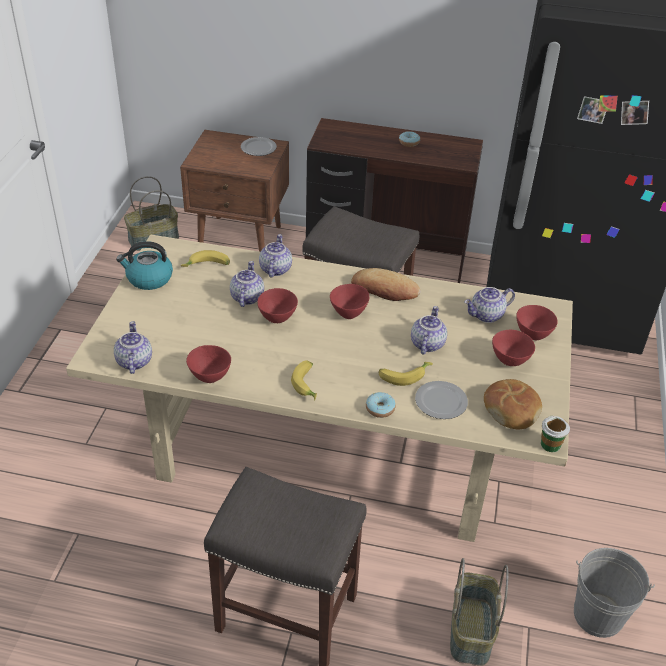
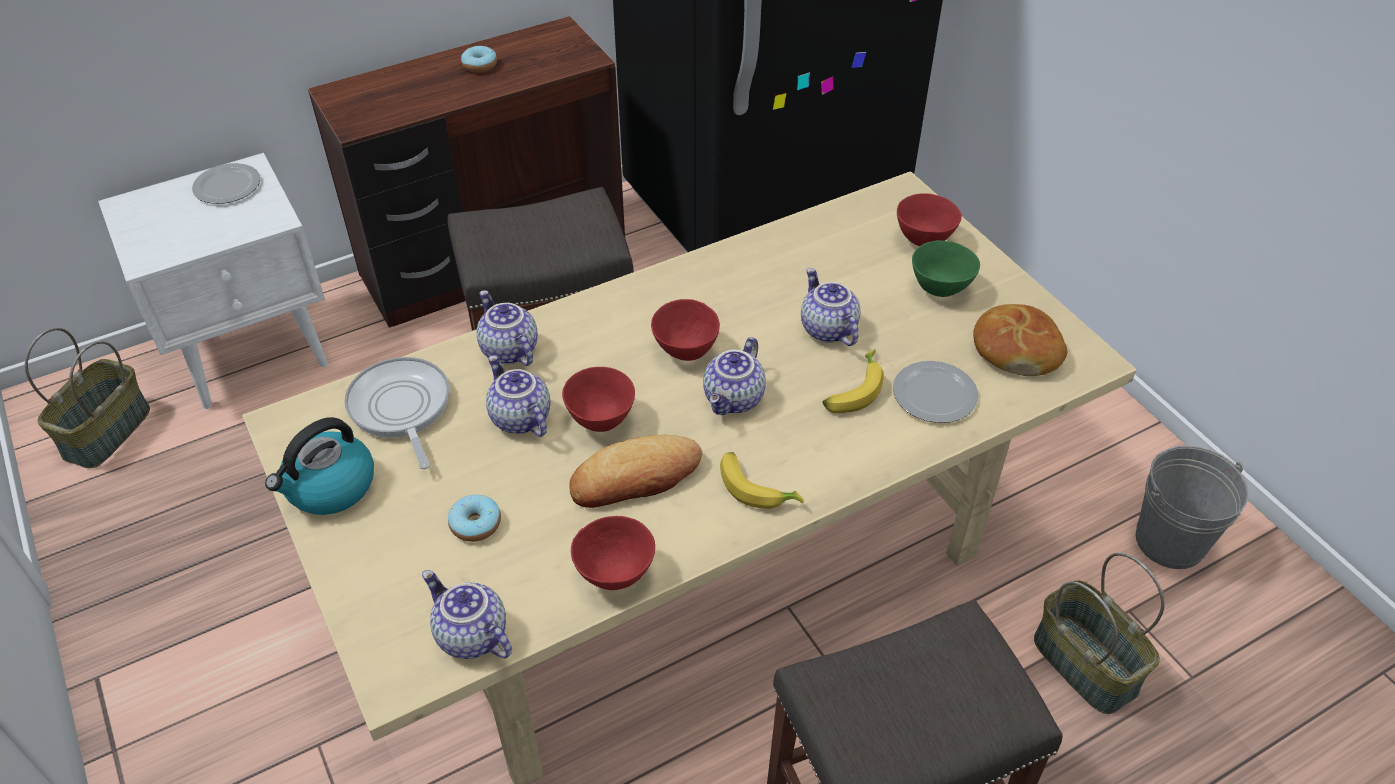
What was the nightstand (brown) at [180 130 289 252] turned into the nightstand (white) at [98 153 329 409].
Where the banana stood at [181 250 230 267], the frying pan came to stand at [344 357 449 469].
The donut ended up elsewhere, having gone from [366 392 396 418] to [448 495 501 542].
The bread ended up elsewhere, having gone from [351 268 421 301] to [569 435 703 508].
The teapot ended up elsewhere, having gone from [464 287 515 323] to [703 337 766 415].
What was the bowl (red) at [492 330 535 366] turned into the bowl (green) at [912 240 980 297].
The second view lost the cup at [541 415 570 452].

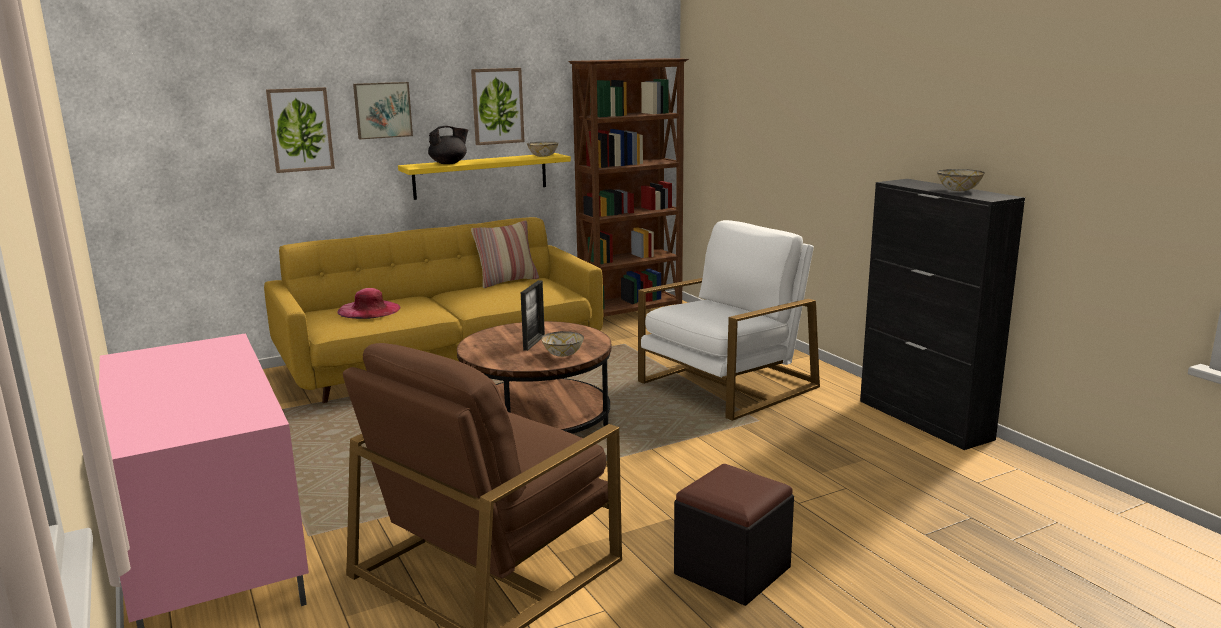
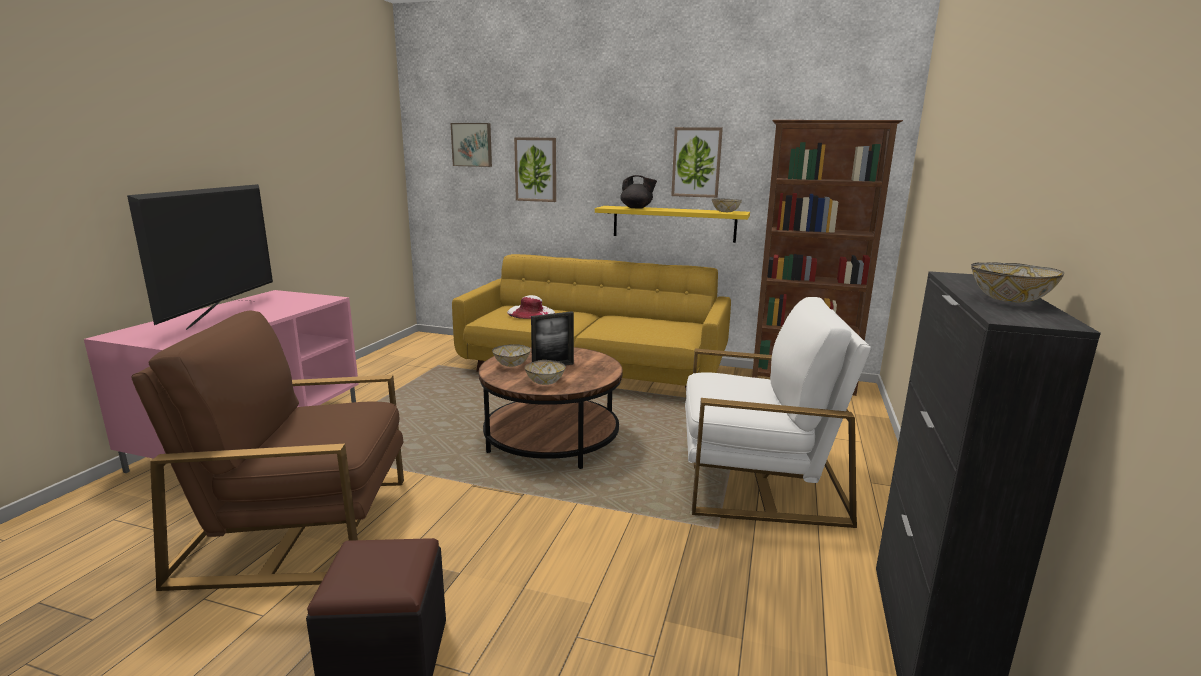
The second view gained the television at [127 184 273 330].
The picture ended up elsewhere, having gone from [353 82 413 139] to [451 123 492 167].
The second view gained the bowl at [492 344 531 367].
What was the hat (pink) at [338 288 400 319] turned into the hat (white) at [507 295 555 319].
The second view lost the pillow at [471 220 539 288].

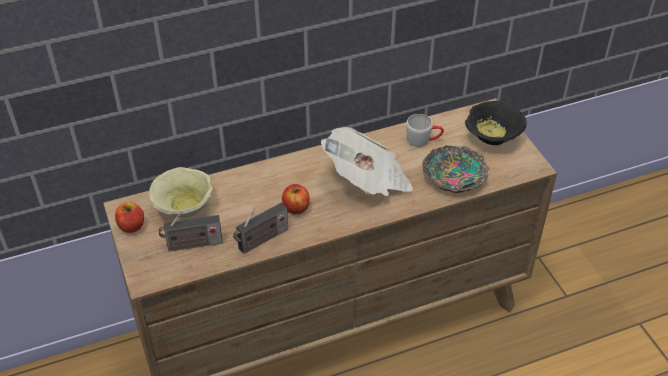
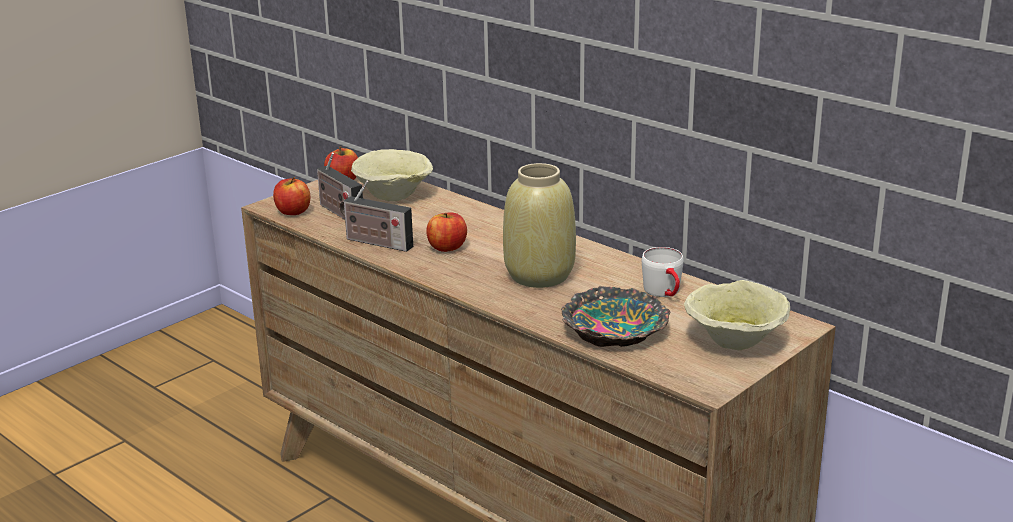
The second view gained the apple at [273 177 310 215].
Where the newspaper stood at [321 127 413 196], the vase (beige) came to stand at [503 163 576 288].
What was the bowl (black) at [465 101 527 145] turned into the bowl (beige) at [684 280 790 350].

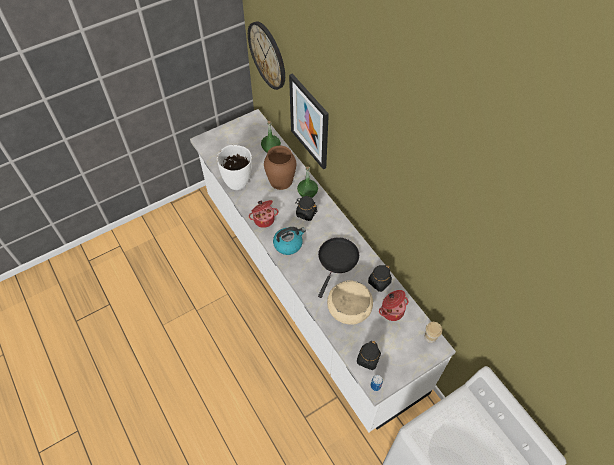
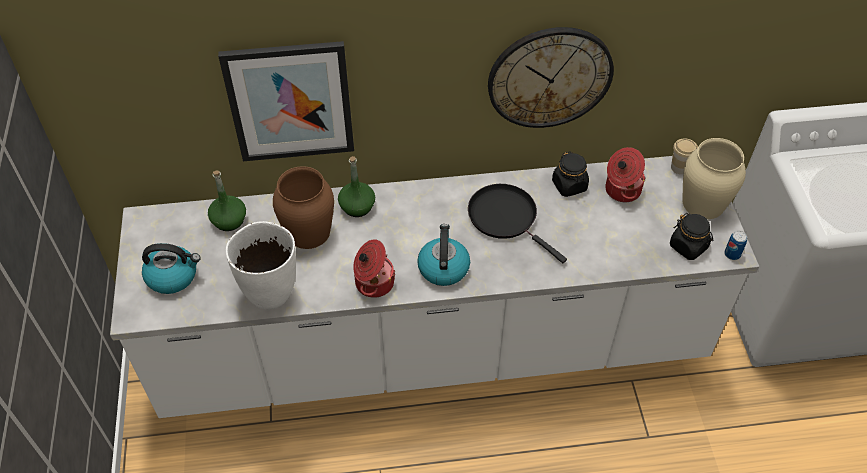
The second view gained the kettle at [142 243 201 294].
The wall clock ended up elsewhere, having gone from [248 21 285 90] to [488 27 614 128].
The second view gained the vase (beige) at [682 138 746 219].
The second view lost the jar (black) at [295 196 317 221].
The second view lost the bowl (beige) at [327 280 373 325].

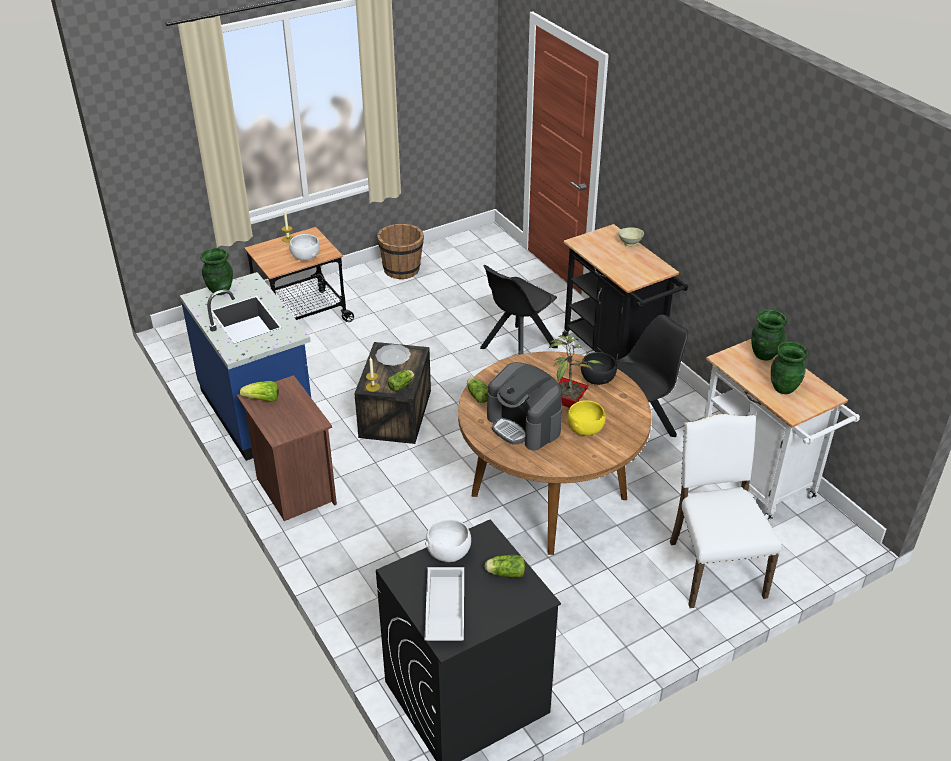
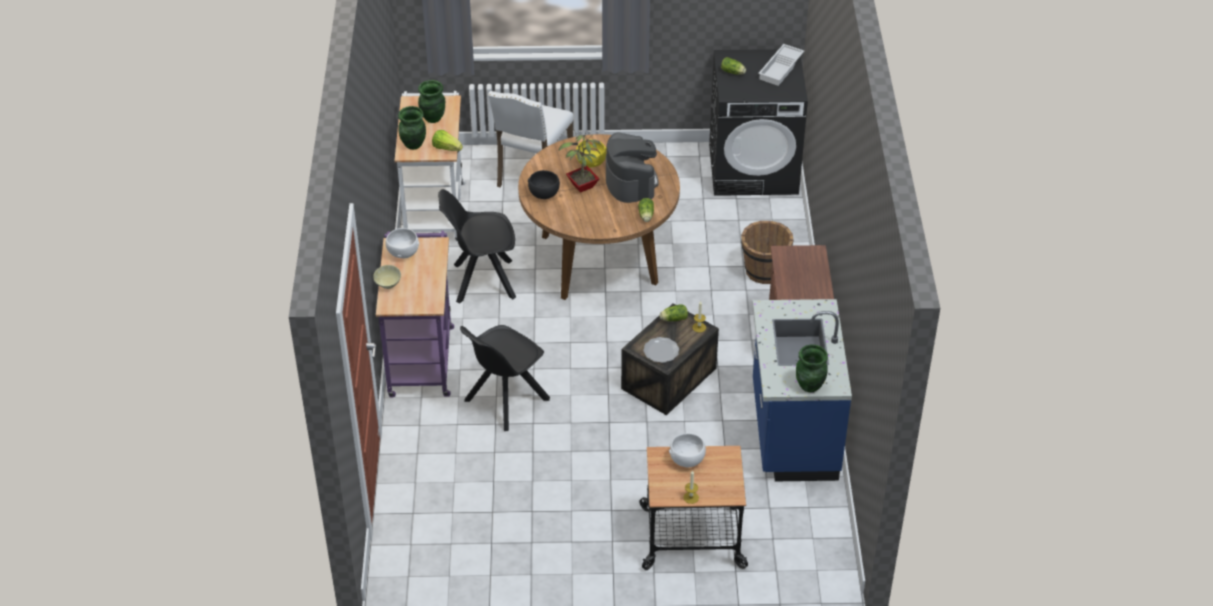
What was the cart (black) at [562 224 688 361] turned into the cart (purple) at [376 231 454 398].
The bowl (white) ended up elsewhere, having gone from [425 519 471 562] to [385 228 419 259].
The lettuce ended up elsewhere, having gone from [240 381 279 402] to [432 130 463 151].
The chair (black) at [480 265 558 355] ended up facing another way, 150 degrees clockwise from before.
The bucket (brown) ended up elsewhere, having gone from [377 224 424 279] to [741 221 794 284].

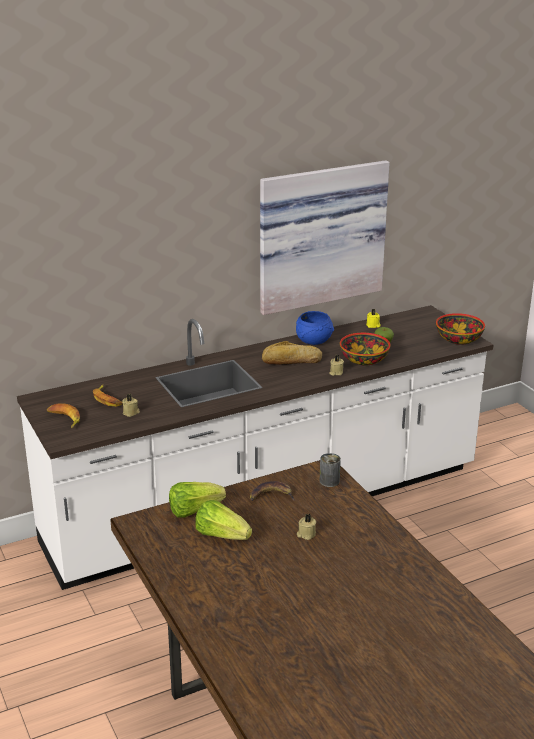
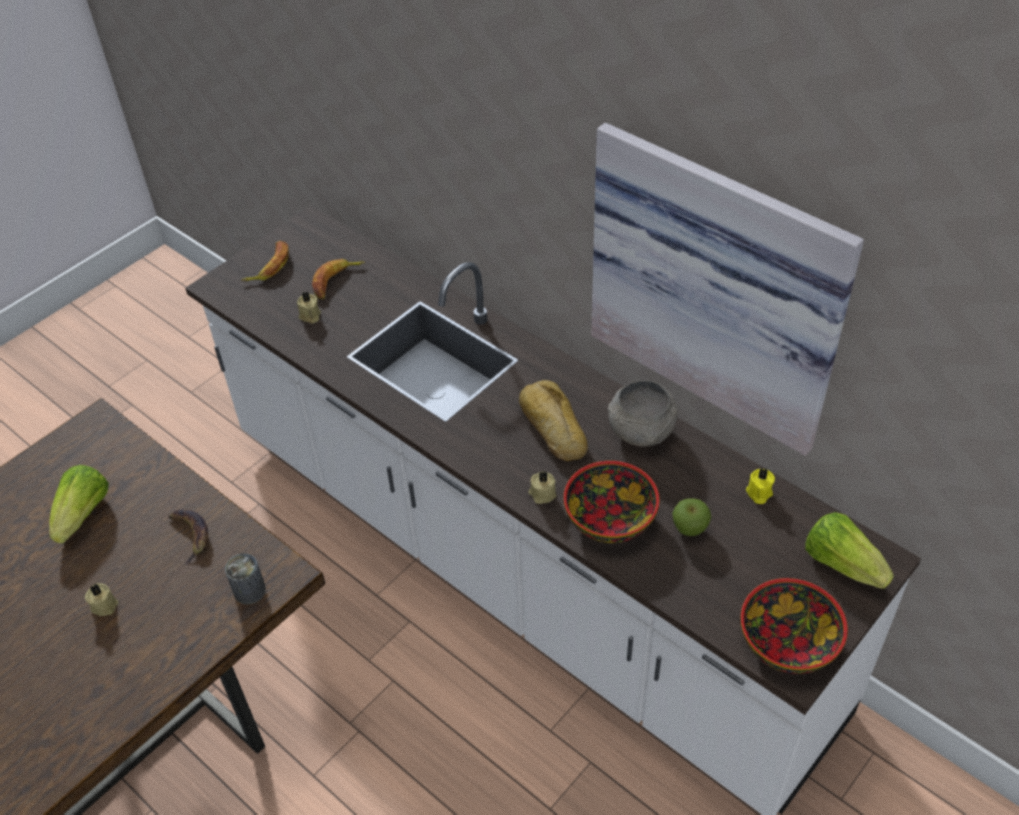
What was the bowl (blue) at [296 311 334 345] turned into the bowl (grey) at [607 380 678 447].
The lettuce ended up elsewhere, having gone from [169 482 226 517] to [805 512 894 589].

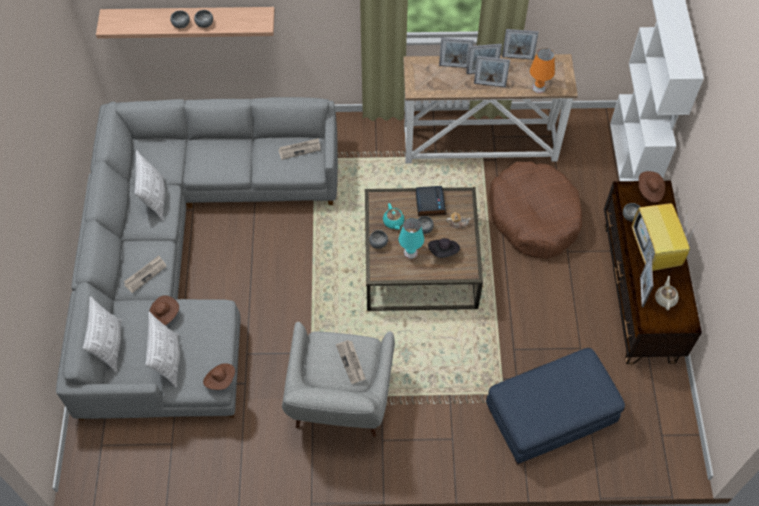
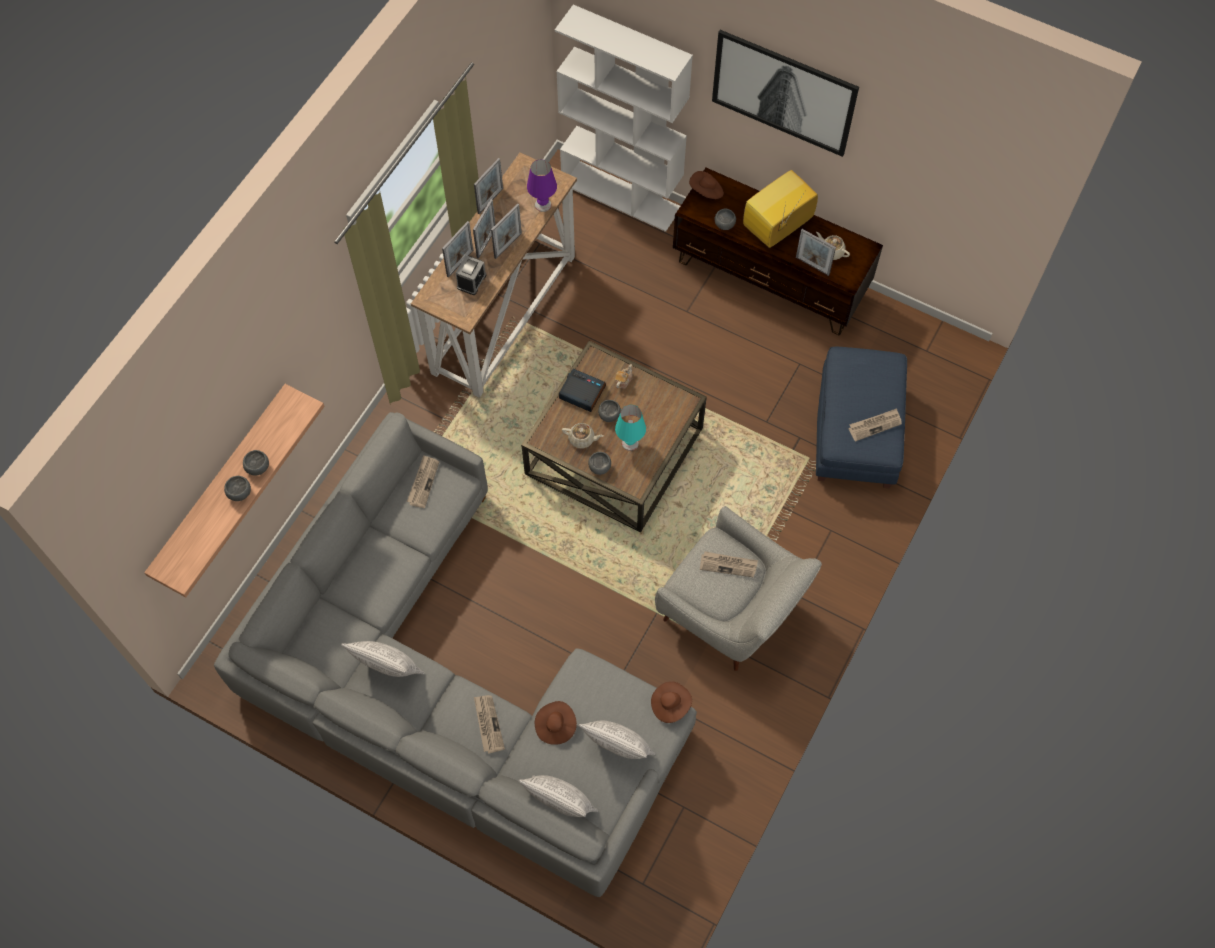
The second view gained the alarm clock at [456 255 486 295].
What was the table lamp (orange) at [530 48 555 93] turned into the table lamp (purple) at [527 160 557 212].
What was the teapot (turquoise) at [383 203 404 230] turned into the teapot (beige) at [562 423 603 448].
The second view gained the picture at [712 30 859 157].
The television at [632 203 695 271] ended up facing another way, 120 degrees clockwise from before.
The second view gained the newspaper at [849 408 902 442].
The second view lost the hat (black) at [428 238 460 258].
The second view lost the dog bed (brown) at [489 161 582 259].

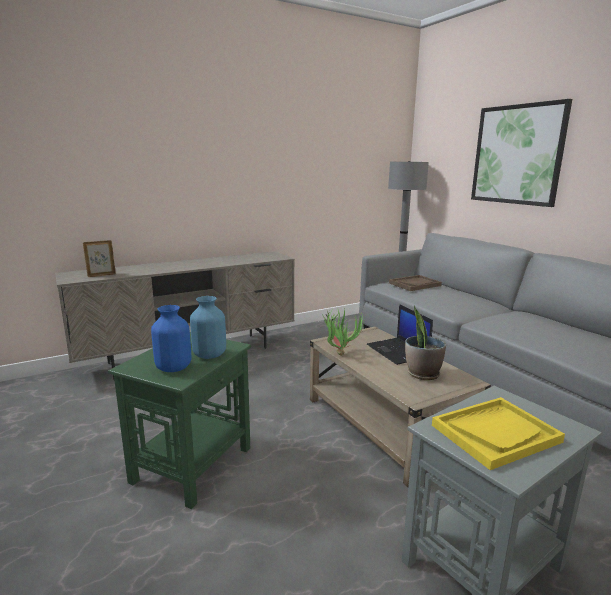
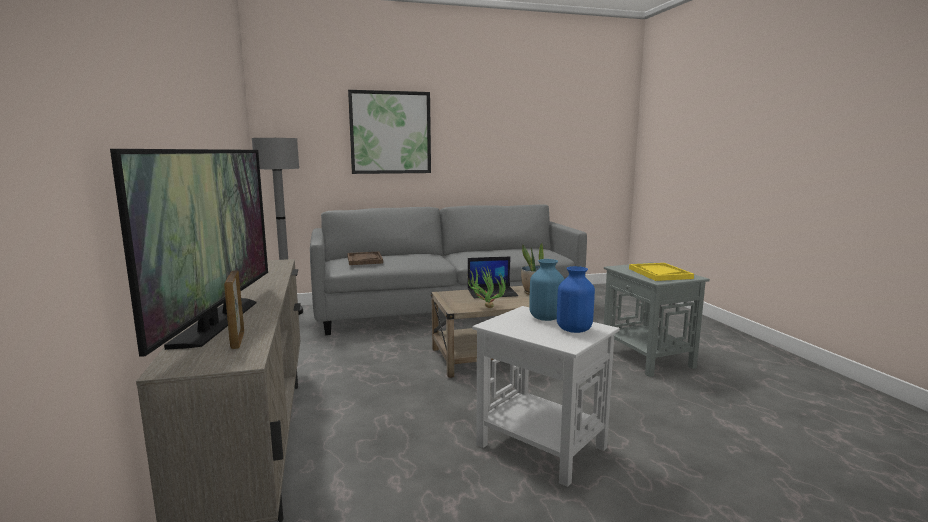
The second view gained the television at [110 149 268 356].
What was the side table (green) at [108 332 251 509] turned into the side table (white) at [472 306 620 487].

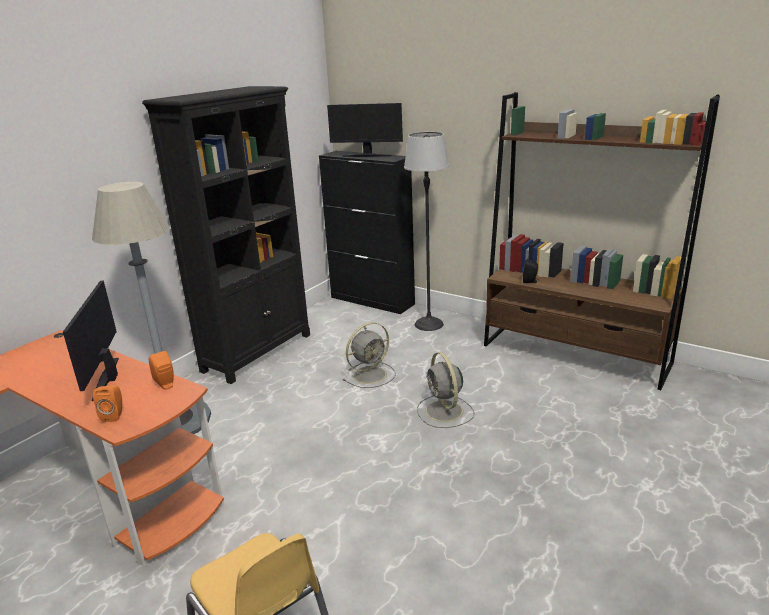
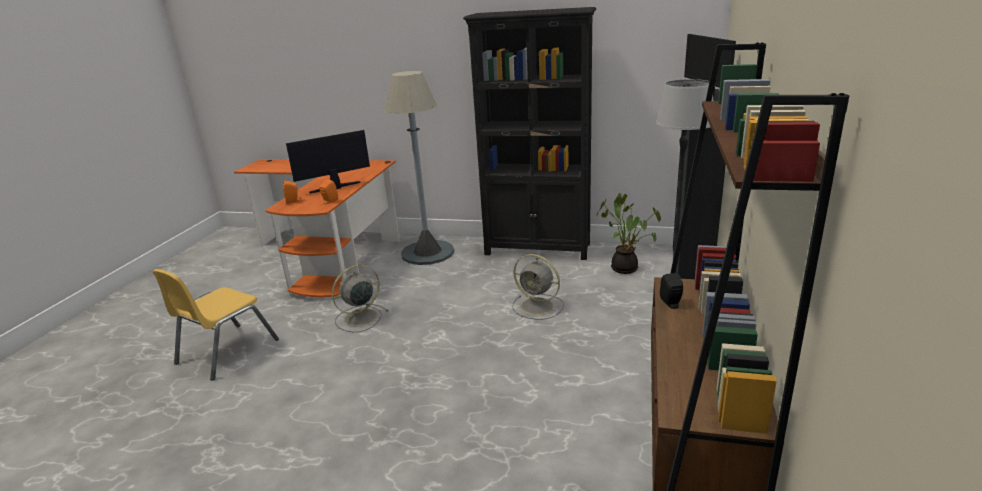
The fan (grey) ended up elsewhere, having gone from [417 352 475 428] to [332 265 388 332].
The second view gained the potted plant at [597 193 661 274].

